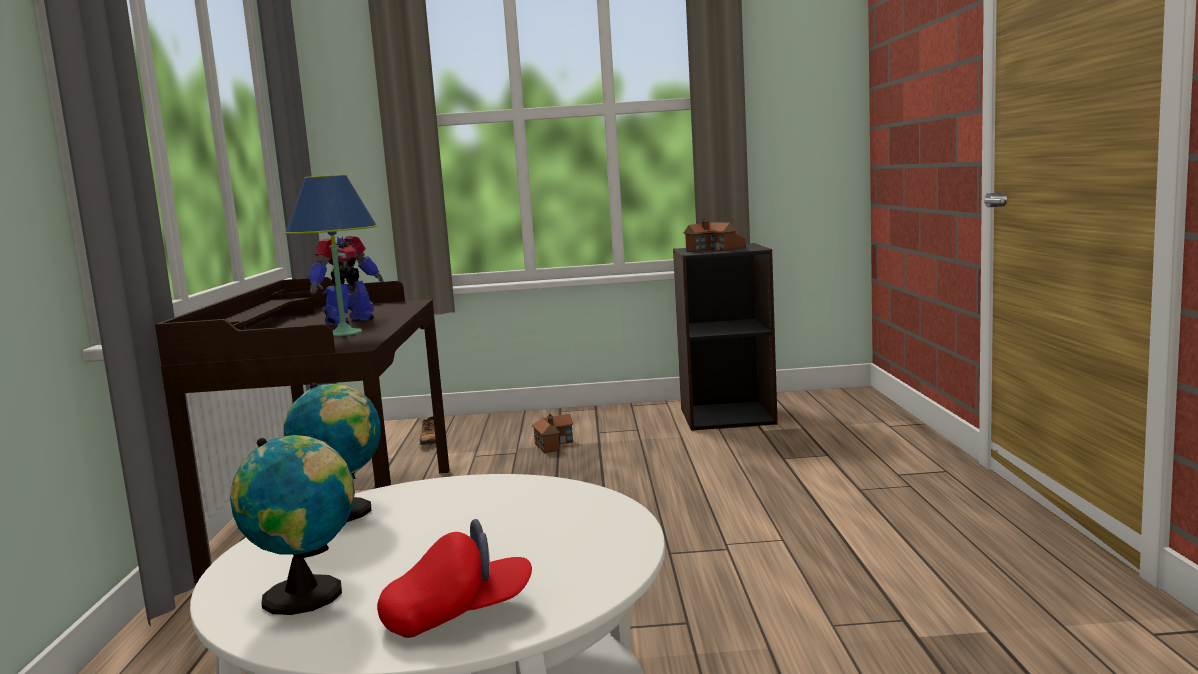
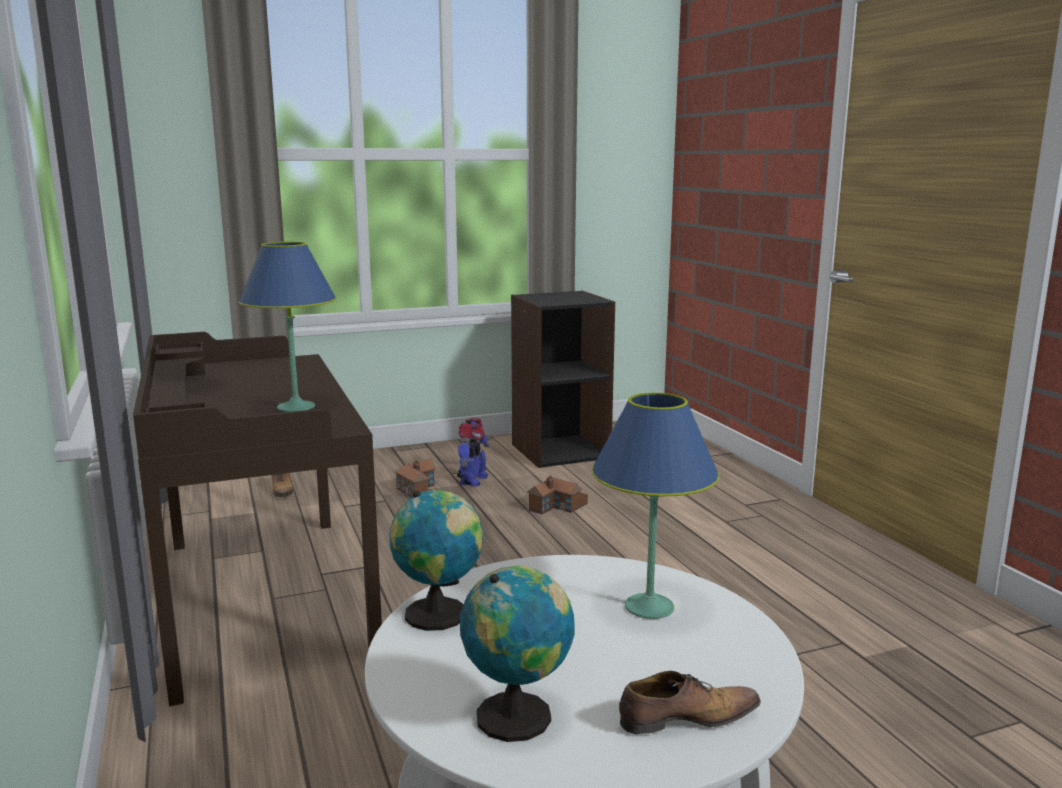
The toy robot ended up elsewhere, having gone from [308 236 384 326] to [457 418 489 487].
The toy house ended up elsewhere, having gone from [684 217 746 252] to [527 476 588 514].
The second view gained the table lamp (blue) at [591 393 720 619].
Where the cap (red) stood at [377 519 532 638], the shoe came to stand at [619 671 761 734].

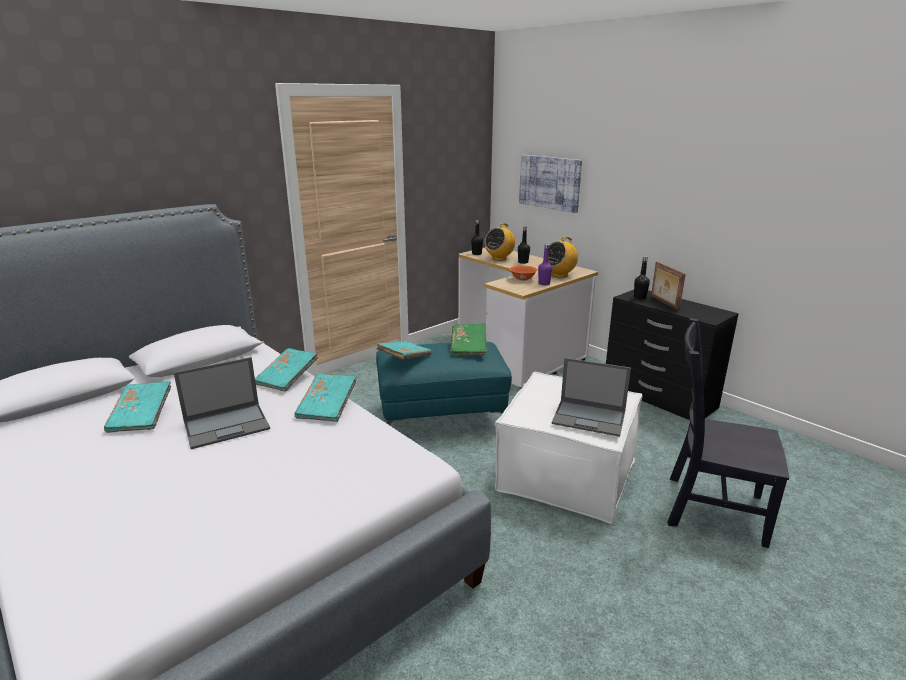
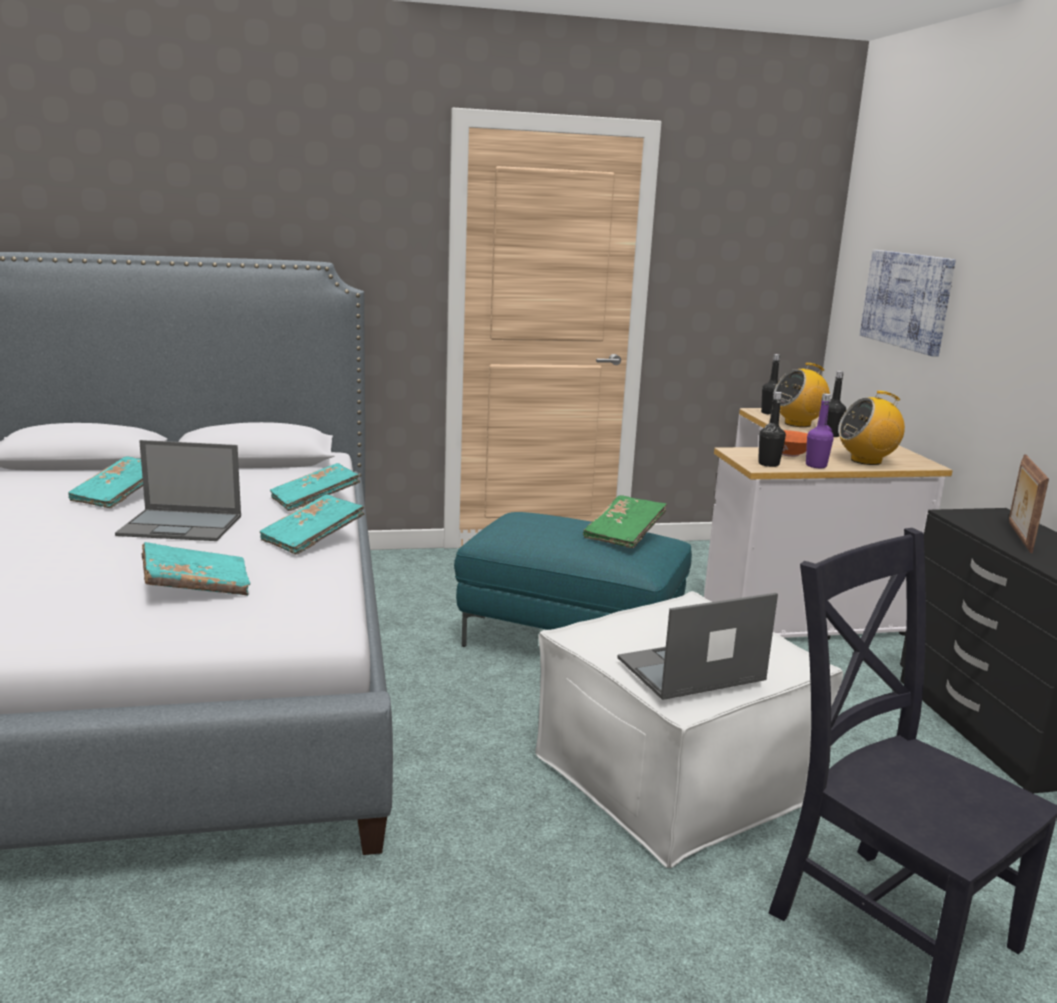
The book (turquoise) ended up elsewhere, having gone from [376 341 431 359] to [141 542 250 596].
The laptop at [551 358 631 437] ended up facing another way, 105 degrees clockwise from before.
The bottle (black) ended up elsewhere, having gone from [634 256 650 300] to [758 392 786 467].

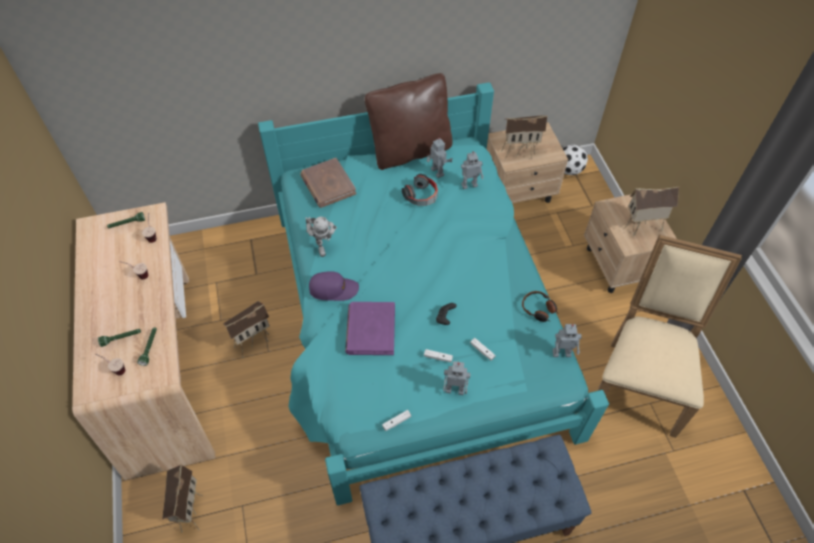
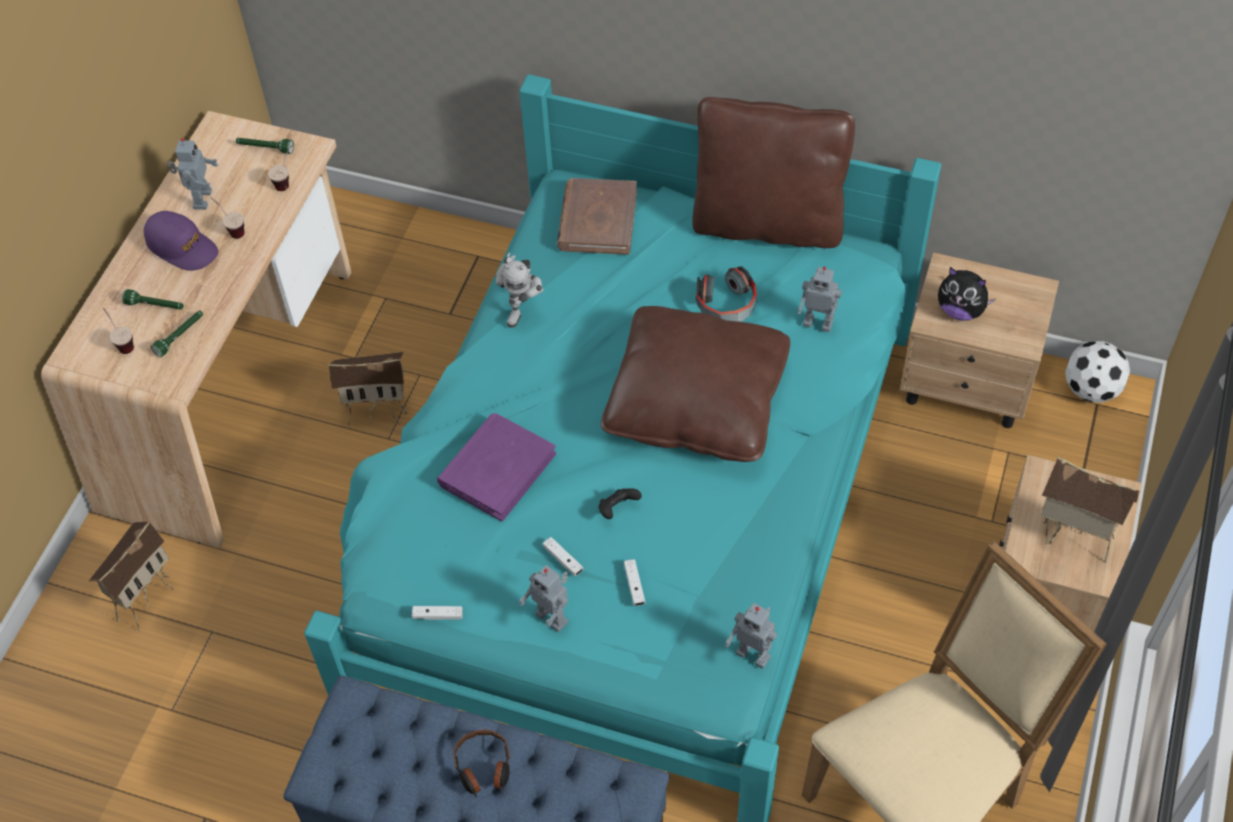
The cap (purple) ended up elsewhere, having gone from [309 271 359 301] to [144 211 218 271].
The toy robot ended up elsewhere, having gone from [427 138 453 178] to [167 138 218 210].
The headphones ended up elsewhere, having gone from [522 291 558 322] to [454 730 510 798].
The second view gained the pillow (brown) at [601 306 790 462].
Where the toy house stood at [501 115 548 162], the plush toy came to stand at [938 267 996 321].

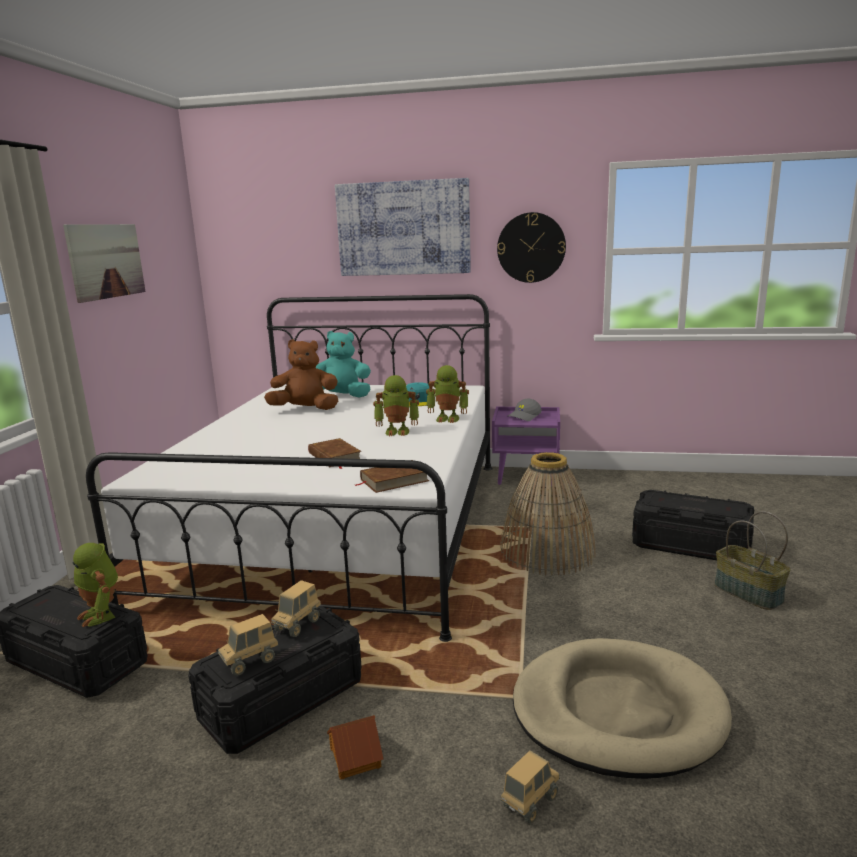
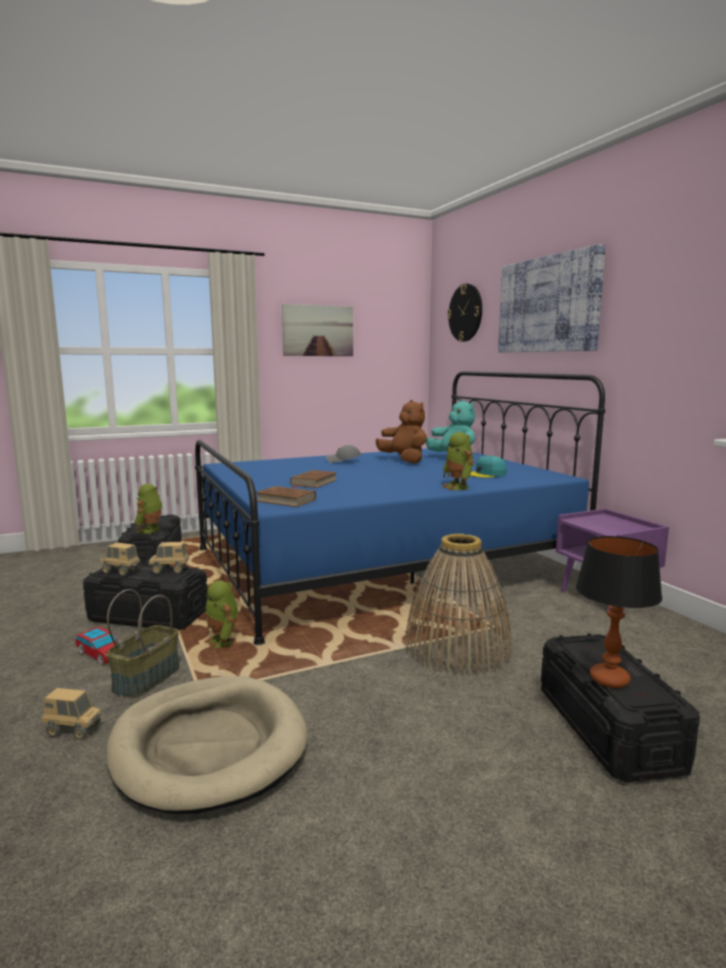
Where the toy house stood at [327 715 384 779], the toy car came to stand at [75 627 119 664].
The basket ended up elsewhere, having gone from [714 511 790 610] to [106 589 180 698].
What was the bed (white) at [86 294 493 642] turned into the bed (blue) at [195 371 605 645].
The toy robot ended up elsewhere, having gone from [373 375 419 436] to [204 581 238 648].
The cap (grey) ended up elsewhere, having gone from [507 399 542 421] to [326 445 361 463].
The wall clock ended up elsewhere, having gone from [497 212 566 283] to [447 284 482 342].
The second view gained the table lamp at [576 536 662 688].

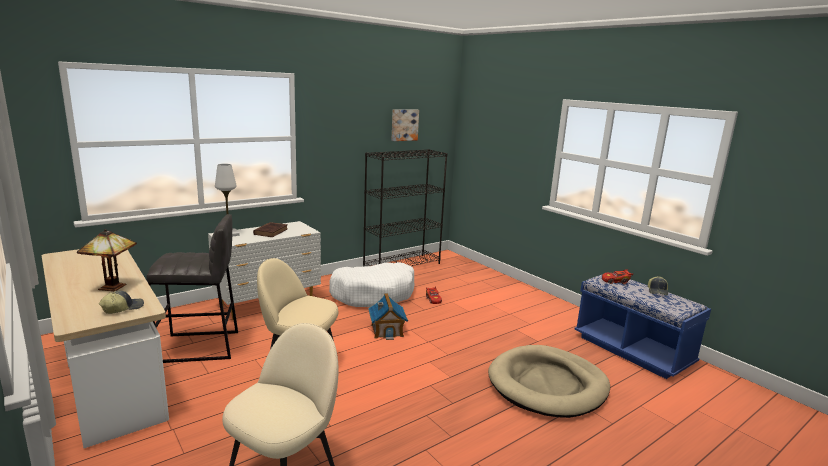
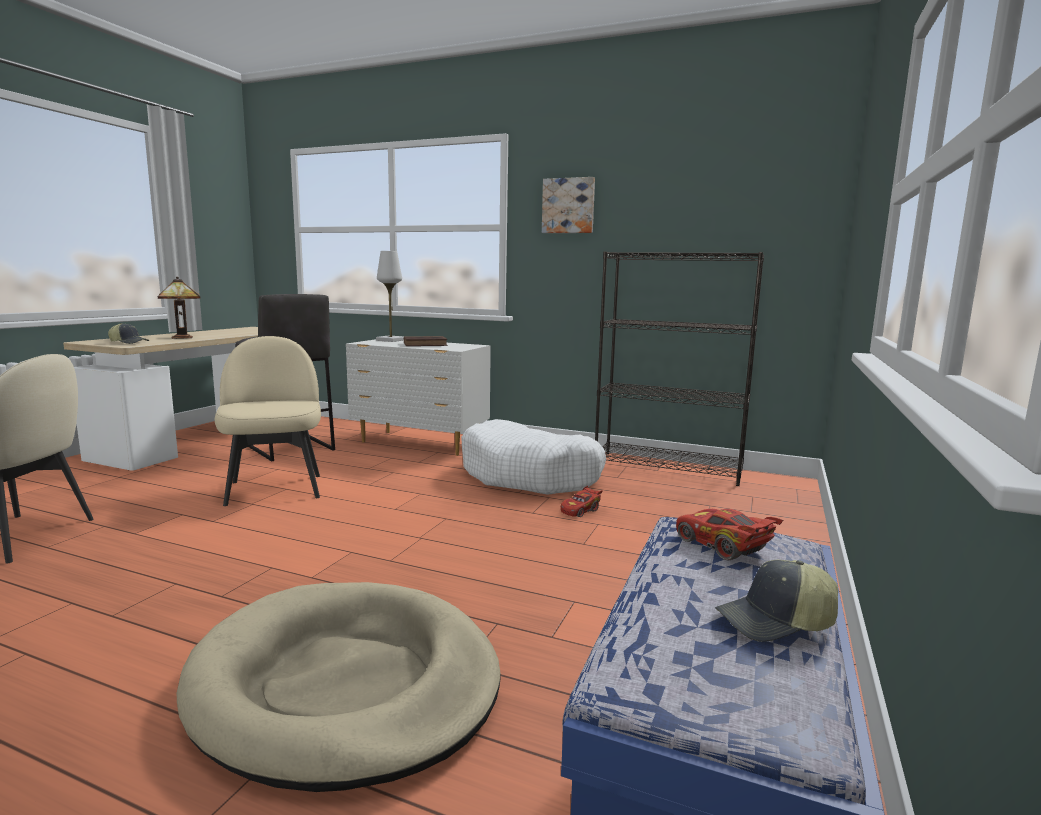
The picture ended up elsewhere, having gone from [392 109 419 141] to [542 177 595 233].
The second view lost the toy house at [368 293 408 340].

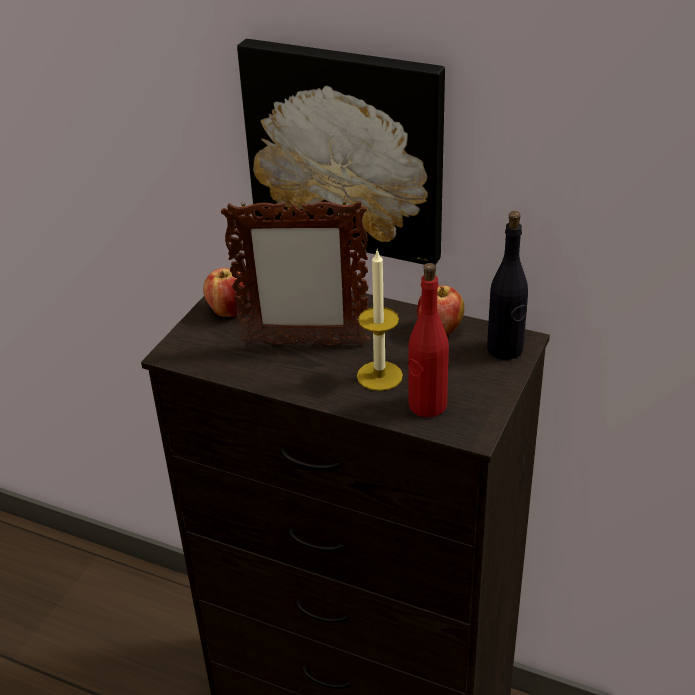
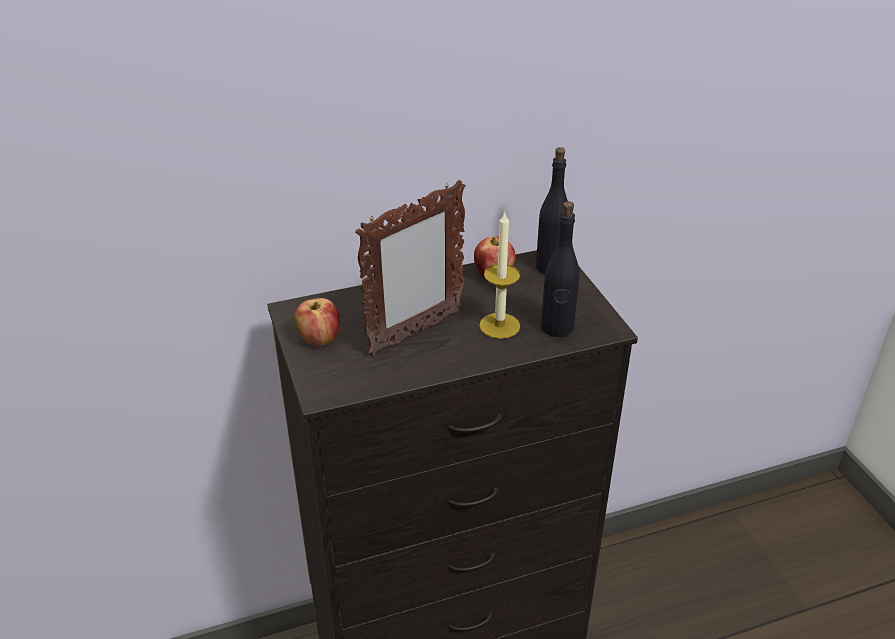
What was the bottle (red) at [408 263 449 417] turned into the bottle (black) at [541 201 580 337].
The second view lost the picture at [237 39 445 265].

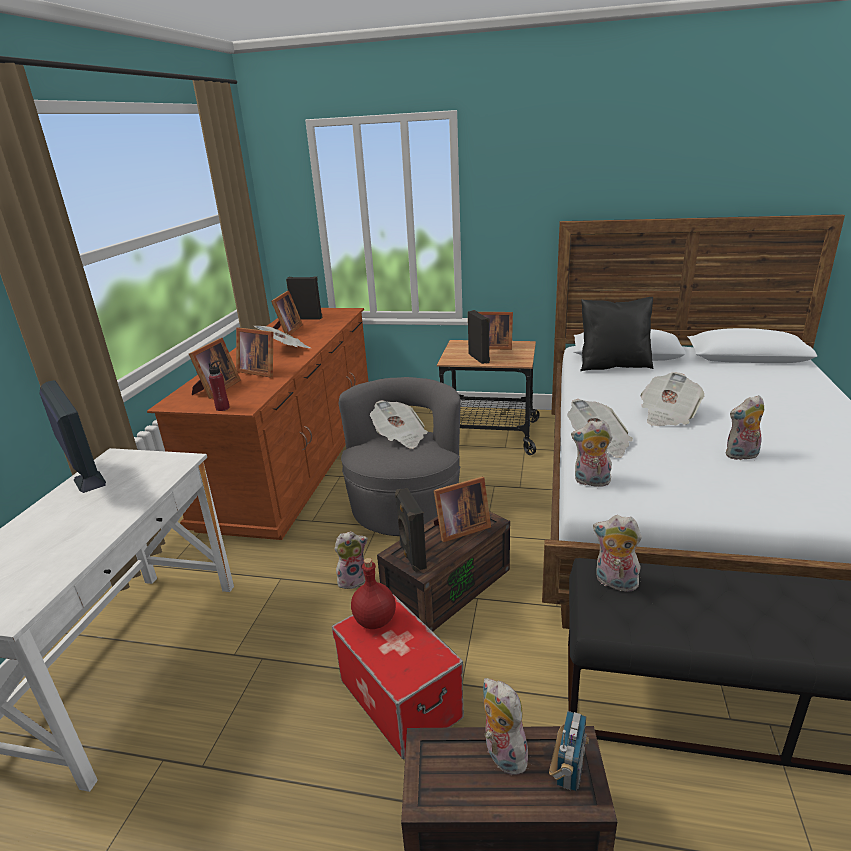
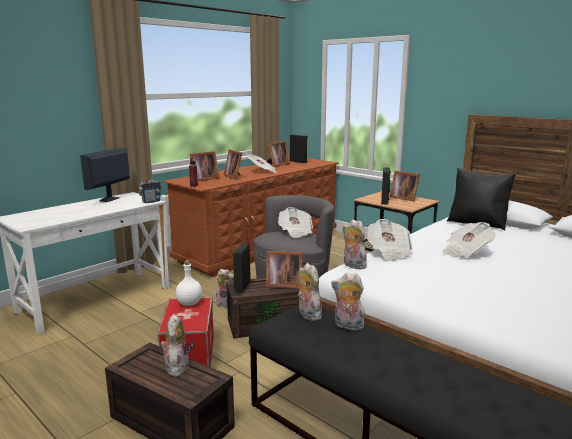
The monitor at [40 380 106 493] ended up facing another way, 150 degrees counterclockwise from before.
The radio ended up elsewhere, having gone from [549 711 589 791] to [139 172 162 203].
What was the bottle (red) at [351 558 396 629] turned into the bottle (white) at [176 260 202 306].
The plush toy ended up elsewhere, having gone from [726 395 764 460] to [331 272 366 330].

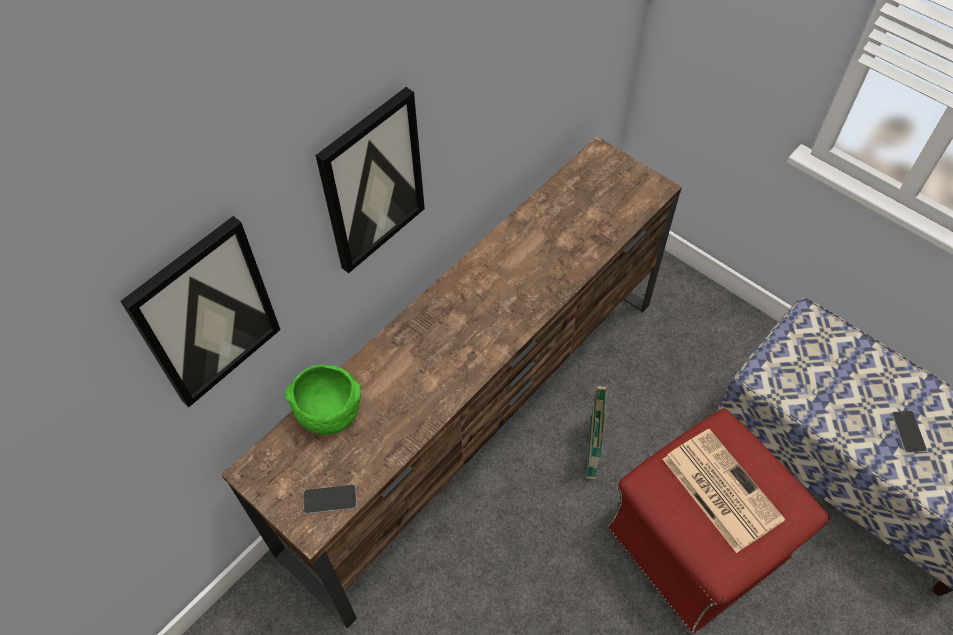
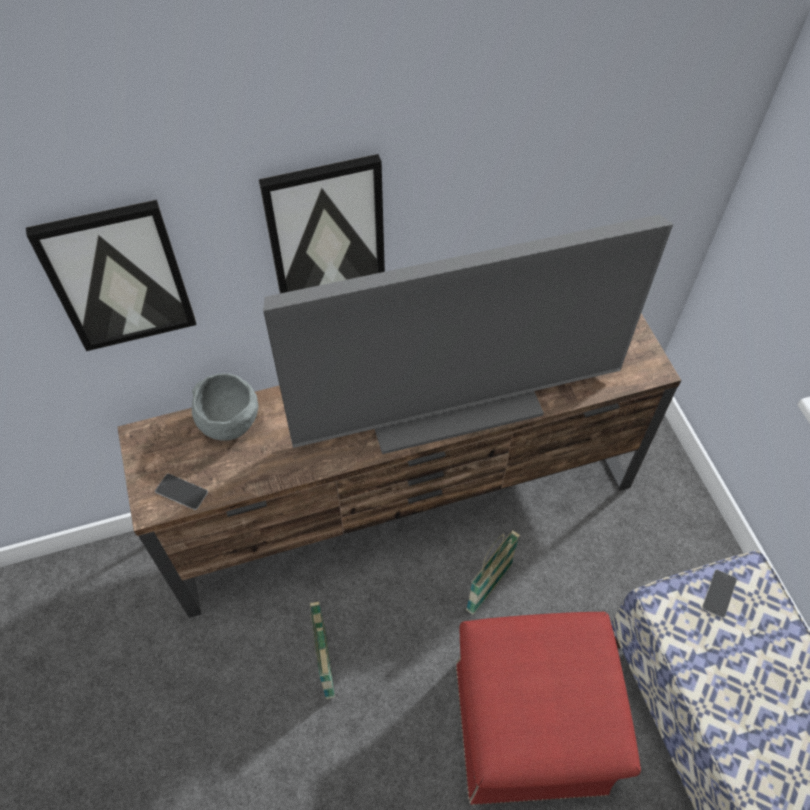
What was the bowl (green) at [285 365 361 435] turned into the bowl (grey) at [192 373 258 441].
The second view gained the television at [263 214 673 454].
The second view gained the basket at [310 602 335 699].
The phone ended up elsewhere, having gone from [892 411 927 453] to [702 570 737 618].
The second view lost the newspaper at [663 429 785 553].

